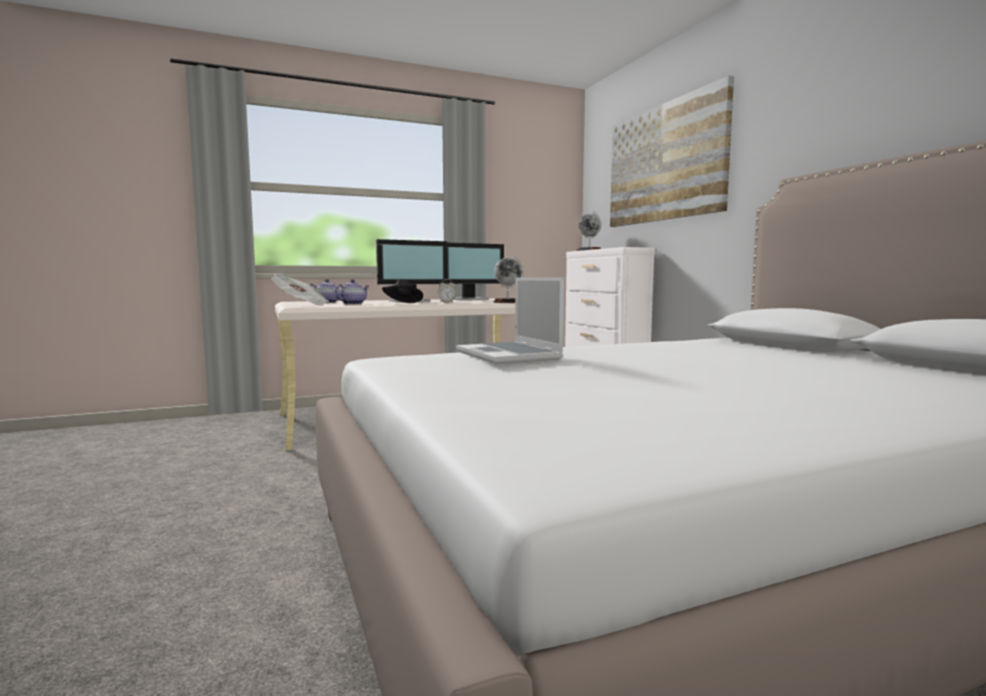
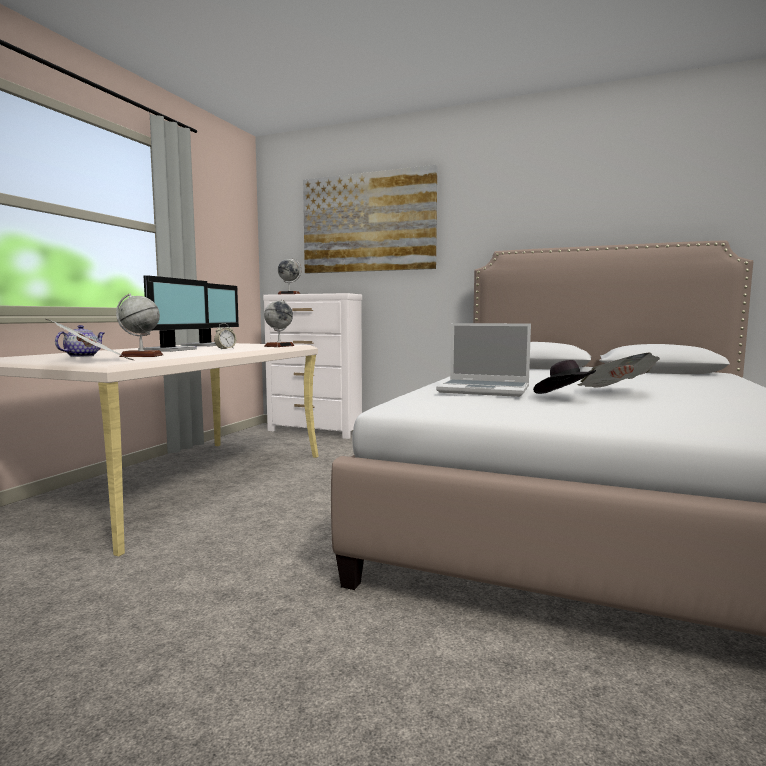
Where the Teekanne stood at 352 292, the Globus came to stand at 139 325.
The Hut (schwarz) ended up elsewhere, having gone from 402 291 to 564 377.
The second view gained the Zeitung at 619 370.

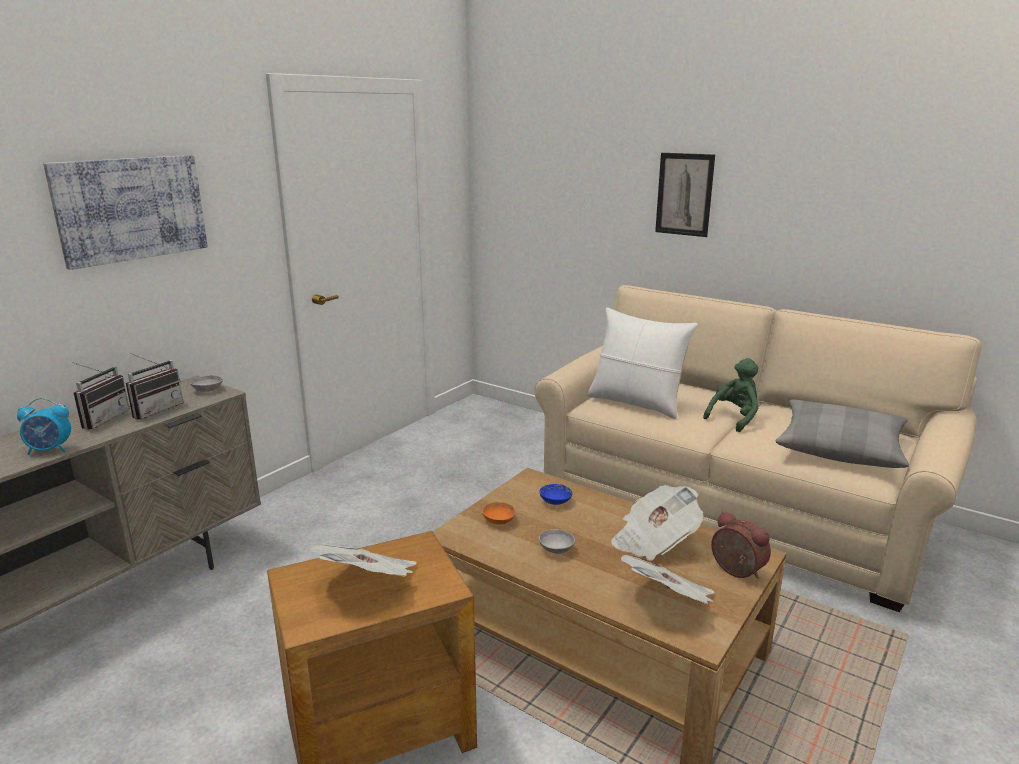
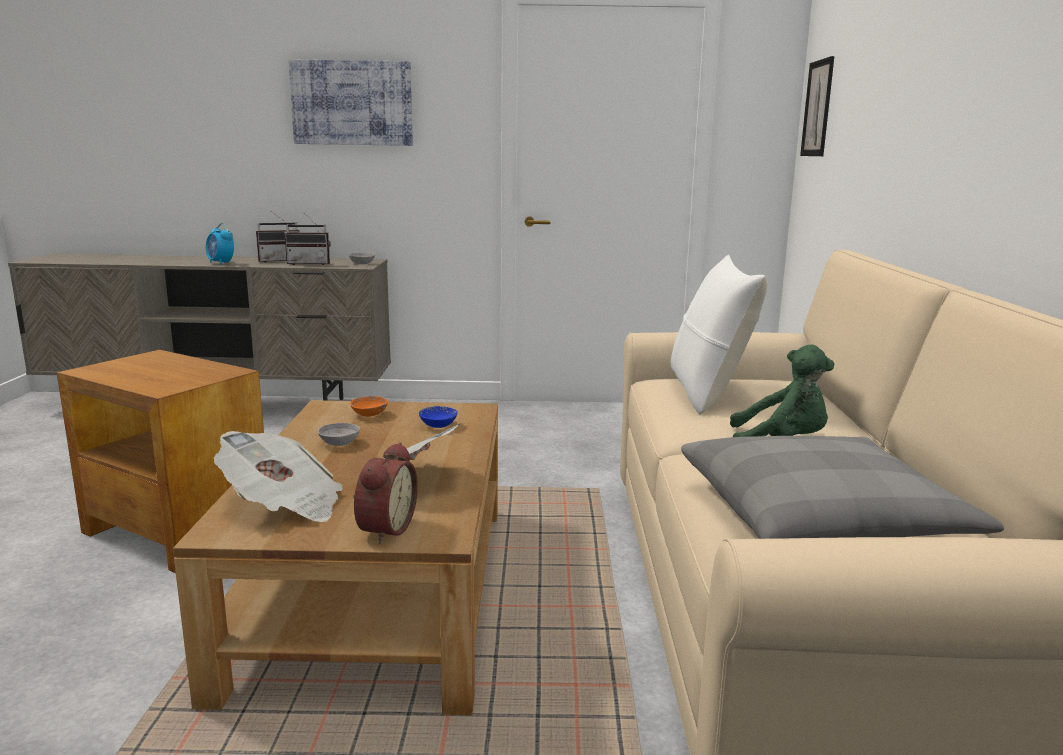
The Bild ended up elsewhere, having gone from 685 195 to 817 106.
The second view lost the Zeitung at 363 560.

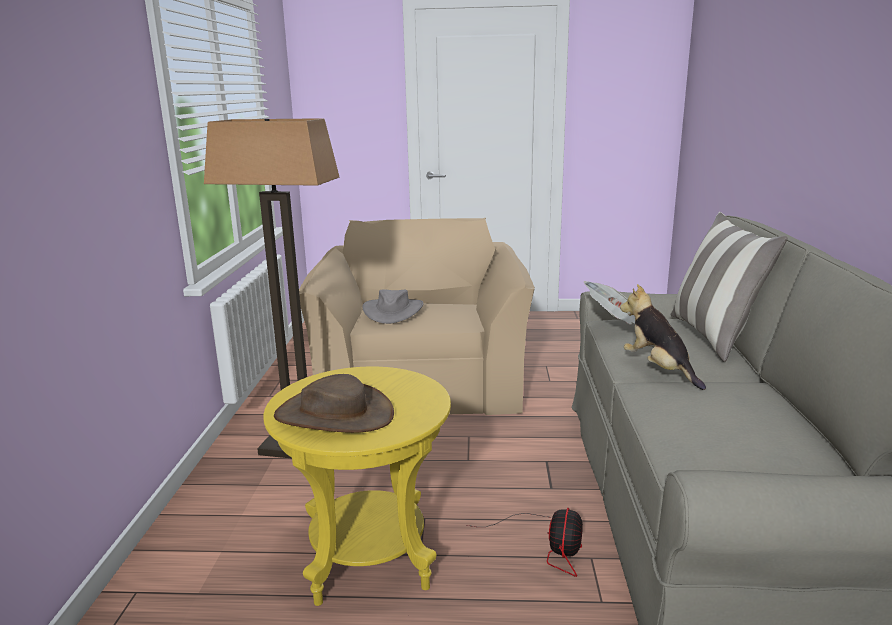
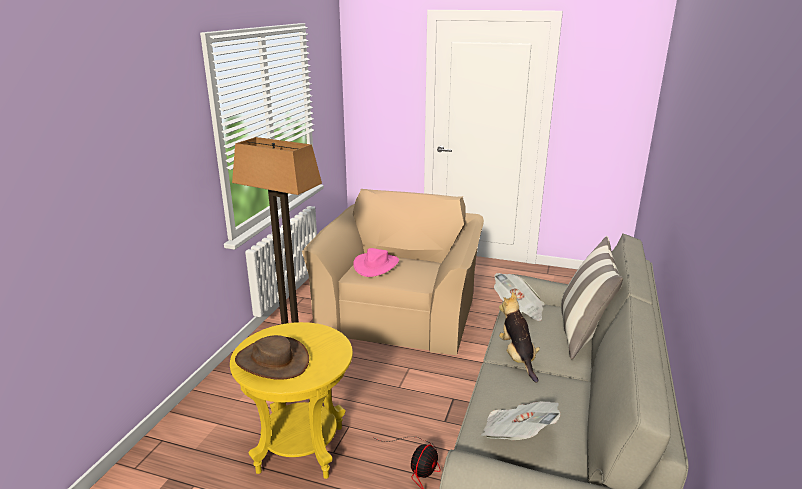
What was the Hut (grau) at 393 306 turned into the Hut (rosa) at 376 262.
The second view gained the Zeitung at 521 420.

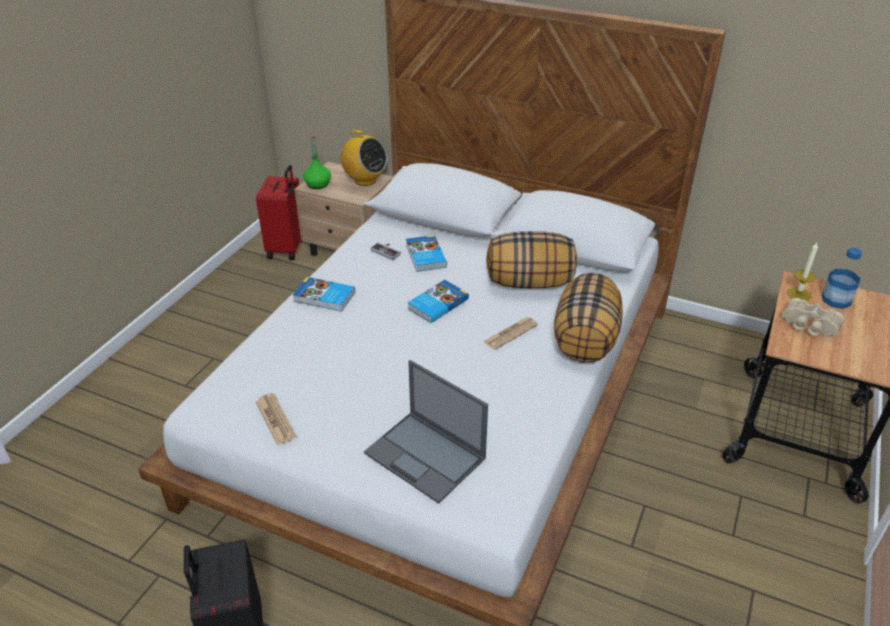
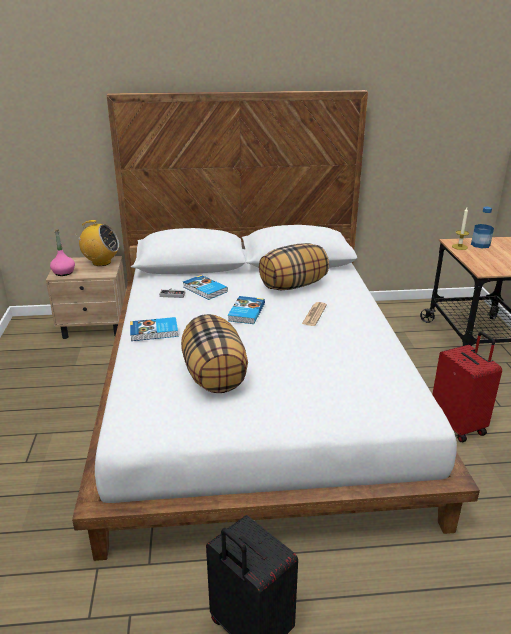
What was the Flasche (grün) at 317 162 turned into the Flasche (rosa) at 62 252.
The Kissen ended up elsewhere, having gone from 588 318 to 214 353.
The Koffer (rot) ended up elsewhere, having gone from 279 212 to 467 387.
The second view lost the Zeitung at 276 419.
The second view lost the Laptop at 426 432.
The second view lost the Fernglas (beige) at 813 317.

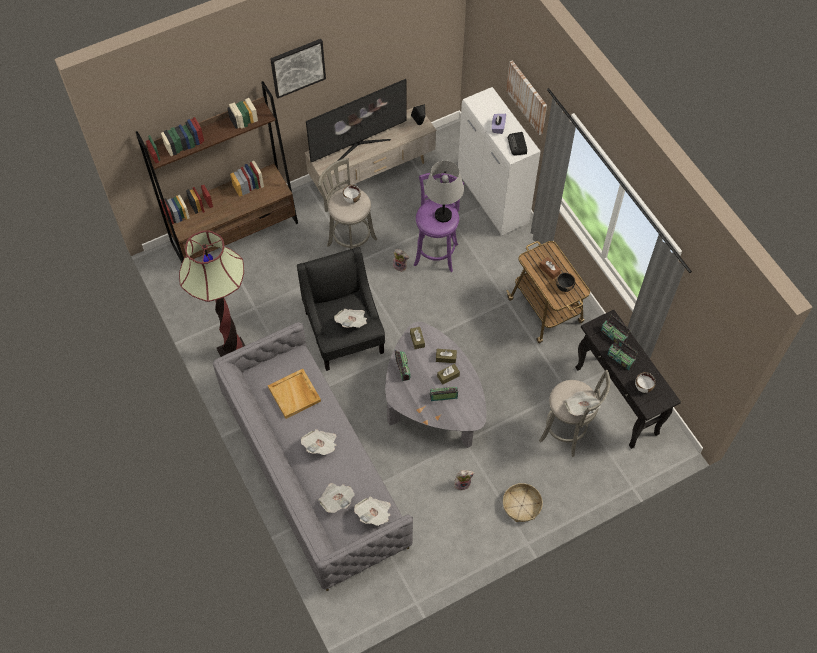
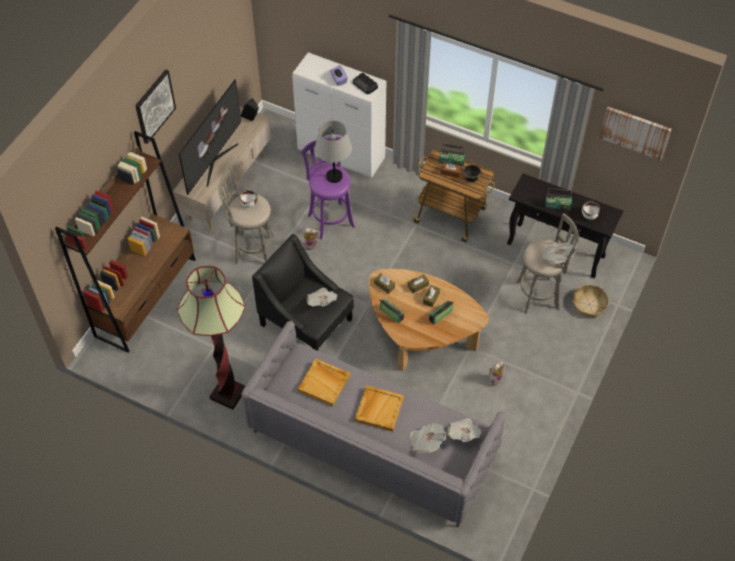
Where the Zeitung stood at 318 442, the Tablett (beige) came to stand at 379 408.
What was the Couchtisch (grau) at 435 385 turned into the Couchtisch (braun) at 429 320.
The Radio ended up elsewhere, having gone from 615 330 to 452 155.
The Korb ended up elsewhere, having gone from 523 502 to 591 301.
The Bild ended up elsewhere, having gone from 526 97 to 635 133.

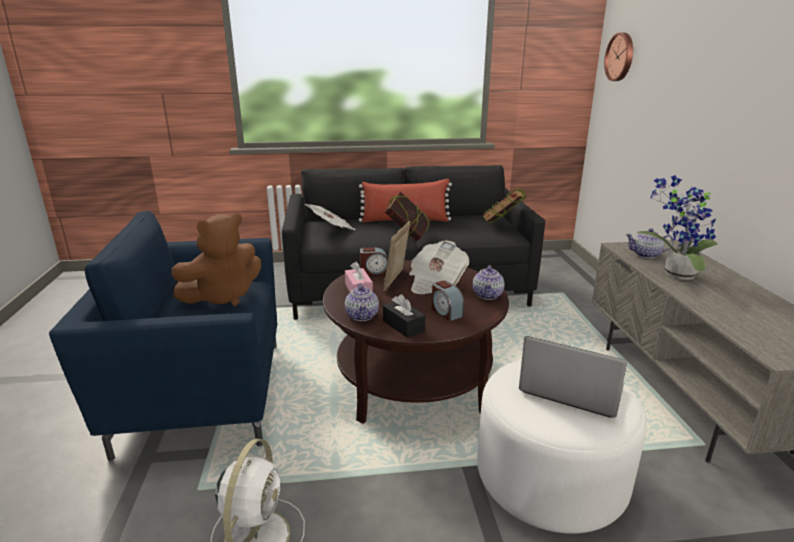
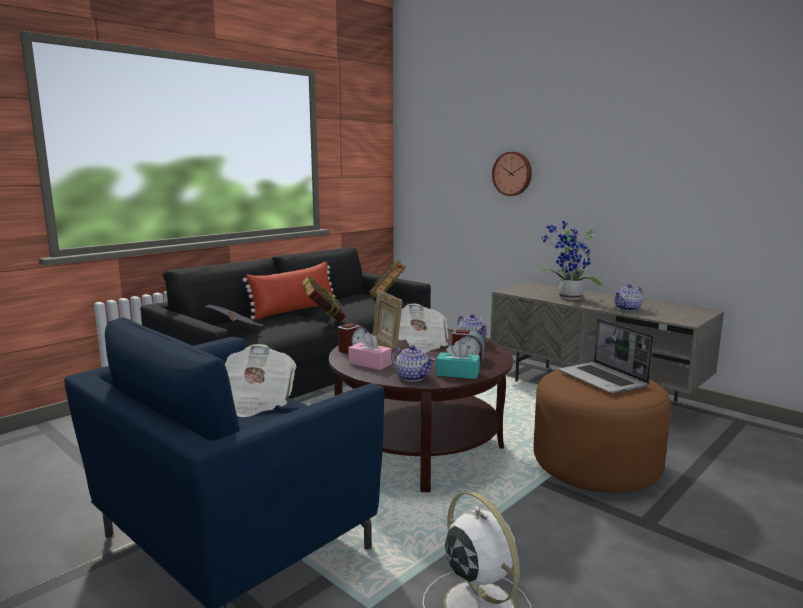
Where the Plüschtier (braun) stood at 216 259, the Zeitung came to stand at 261 380.
What was the Taschentuchbox (schwarz) at 404 316 turned into the Taschentuchbox (türkis) at 458 360.
The Wanduhr ended up elsewhere, having gone from 618 57 to 512 174.
What was the Polsterhocker (weiß) at 562 447 turned into the Polsterhocker (braun) at 602 431.
The Laptop at 573 377 ended up facing another way, 105 degrees counterclockwise from before.
The Teekanne ended up elsewhere, having gone from 649 243 to 628 297.

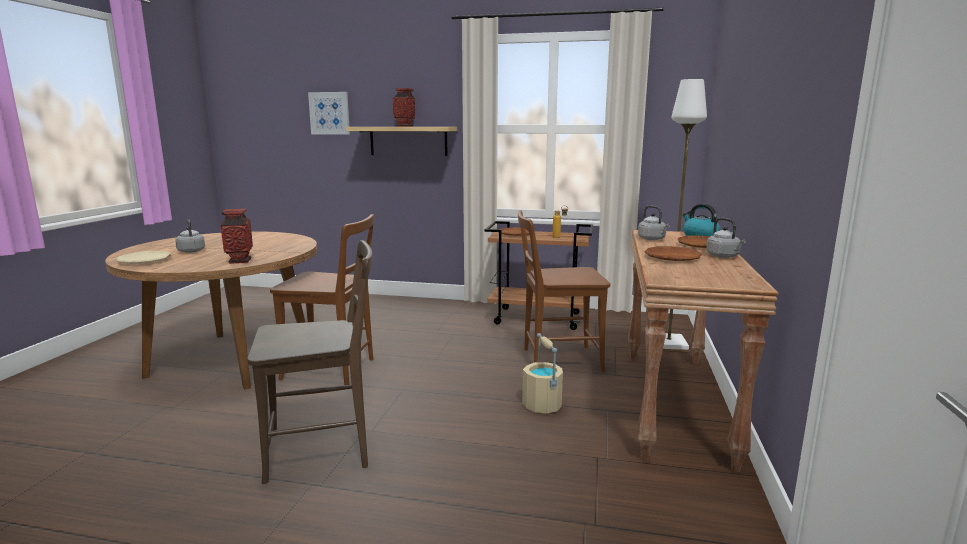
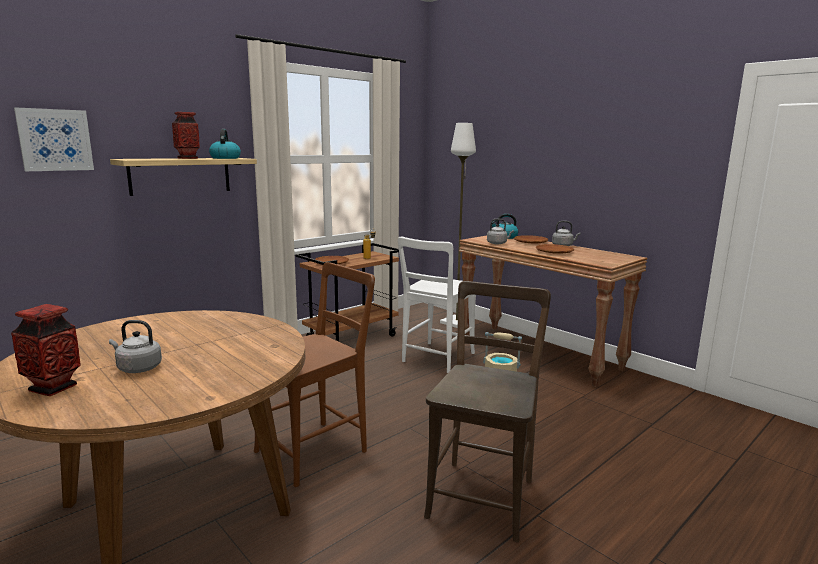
The Vase ended up elsewhere, having gone from 237 236 to 46 350.
The second view gained the Wasserkessel at 225 144.
What was the Stuhl (braun) at 564 291 turned into the Stuhl (weiß) at 437 305.
The second view lost the Teller (beige) at 144 257.

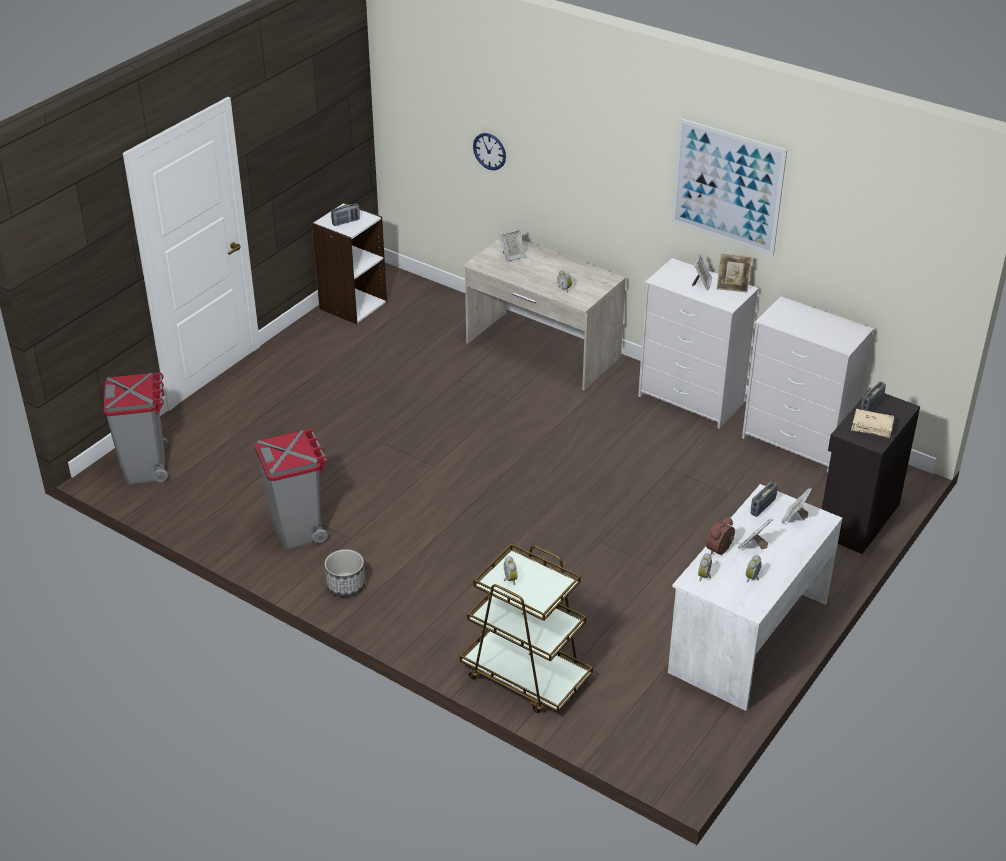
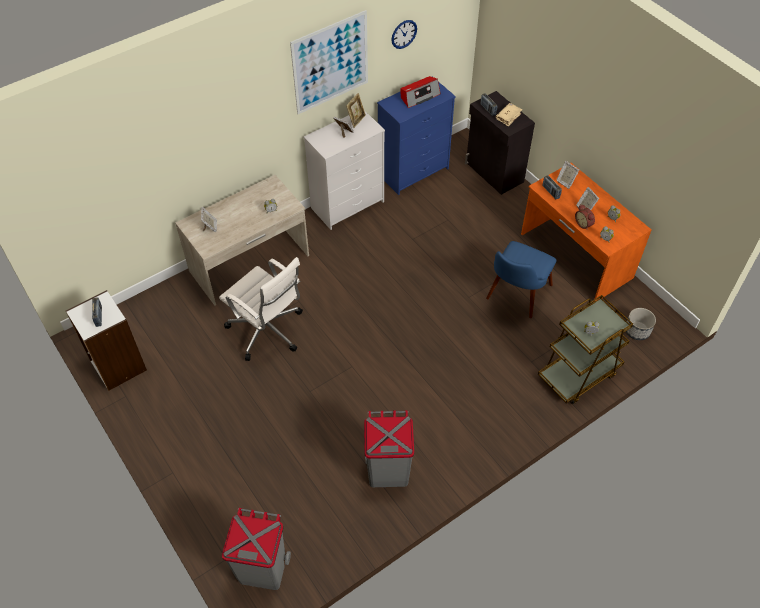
The second view gained the Bürostuhl (weiß) at 261 309.
What was the Kommode (weiß) at 808 384 turned into the Kommode (blau) at 416 135.
The Wanduhr ended up elsewhere, having gone from 489 151 to 404 34.
The second view gained the Radio at 421 92.
The second view gained the Stuhl (blau) at 521 279.
What was the Schreibtisch (weiß) at 755 597 turned into the Schreibtisch (orange) at 586 232.
The Pflanzkübel ended up elsewhere, having gone from 345 573 to 641 324.

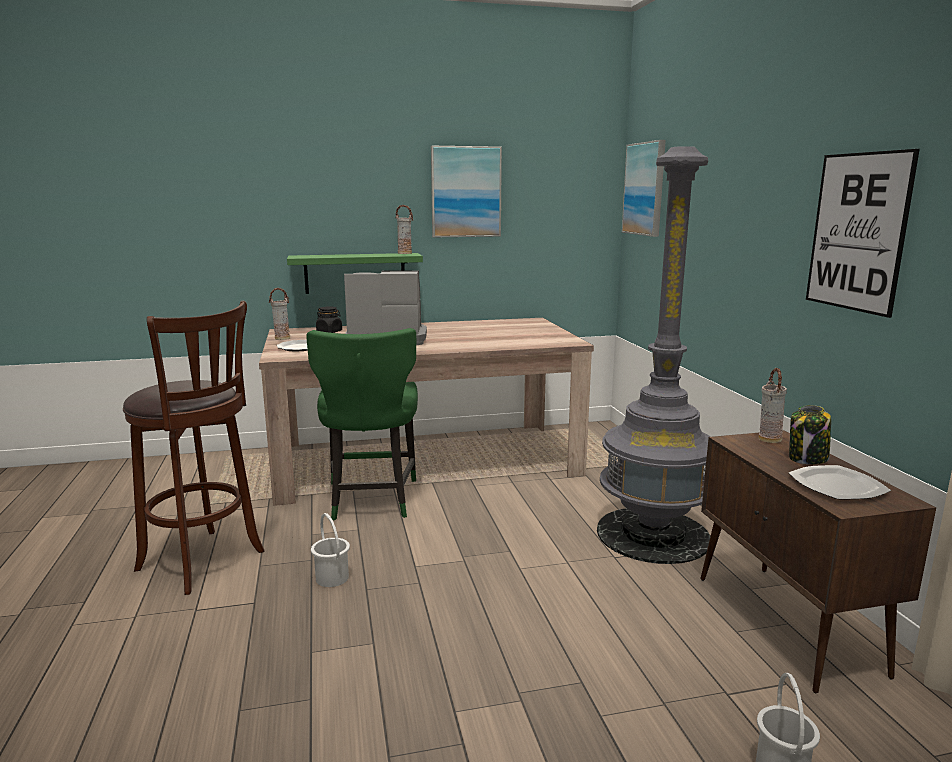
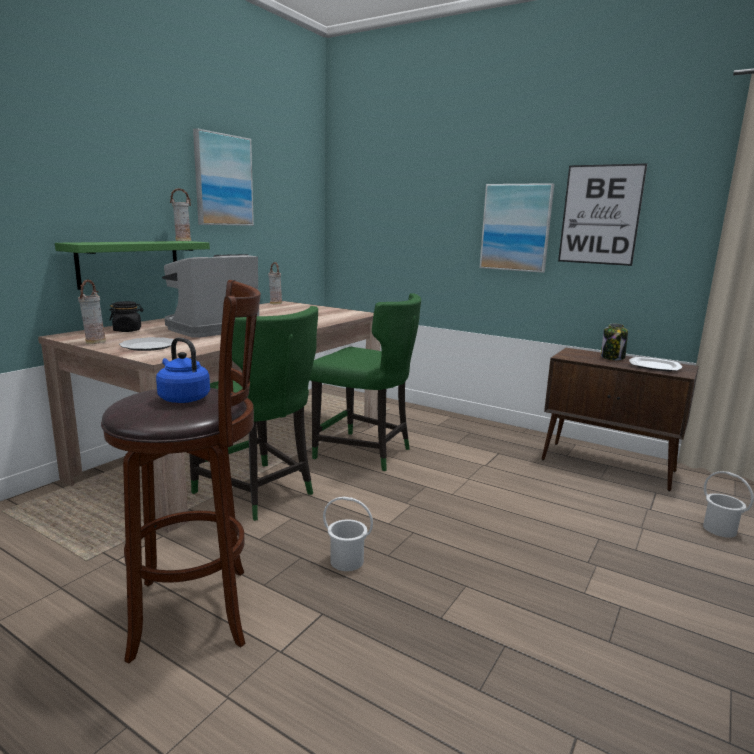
The second view gained the Wasserkessel (blau) at 183 370.
The Vase ended up elsewhere, having gone from 773 405 to 275 283.
The second view gained the Stuhl (grün) at 365 382.
The Bild ended up elsewhere, having gone from 644 188 to 516 228.
The second view lost the Stehlampe (grau) at 653 355.

